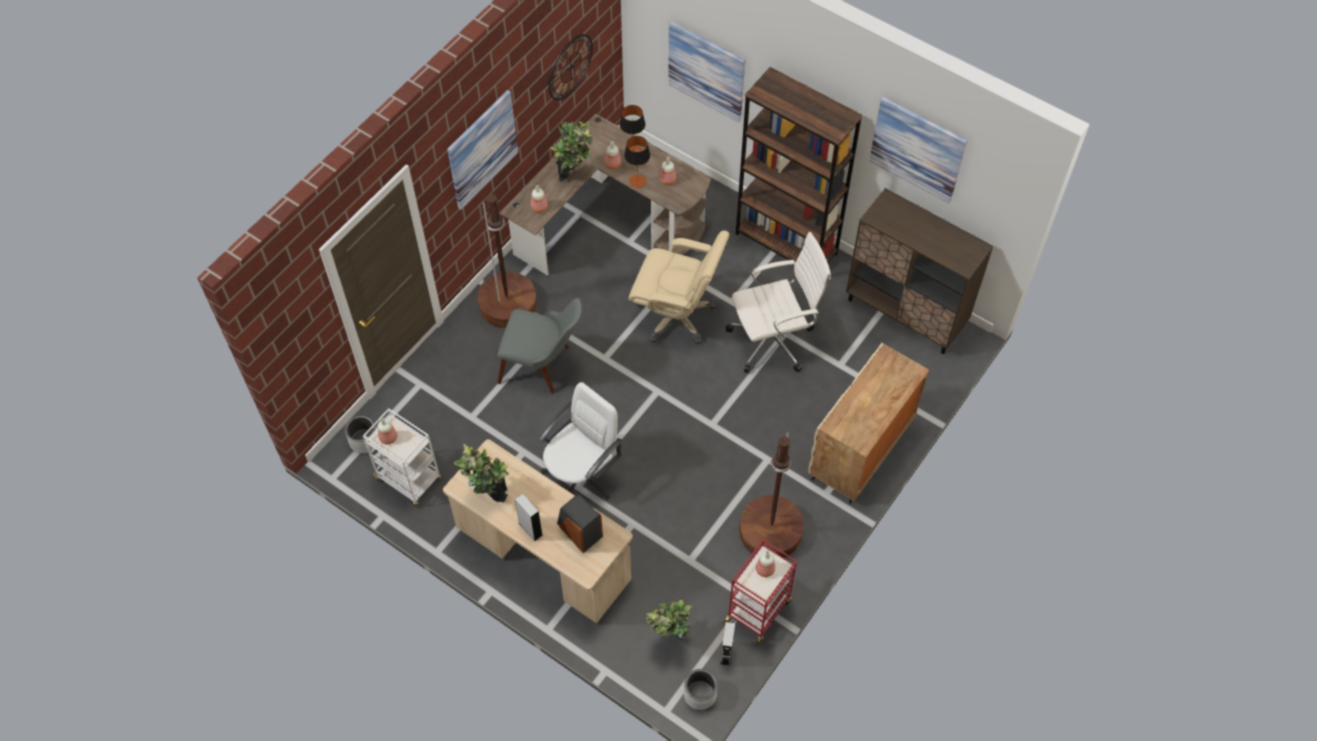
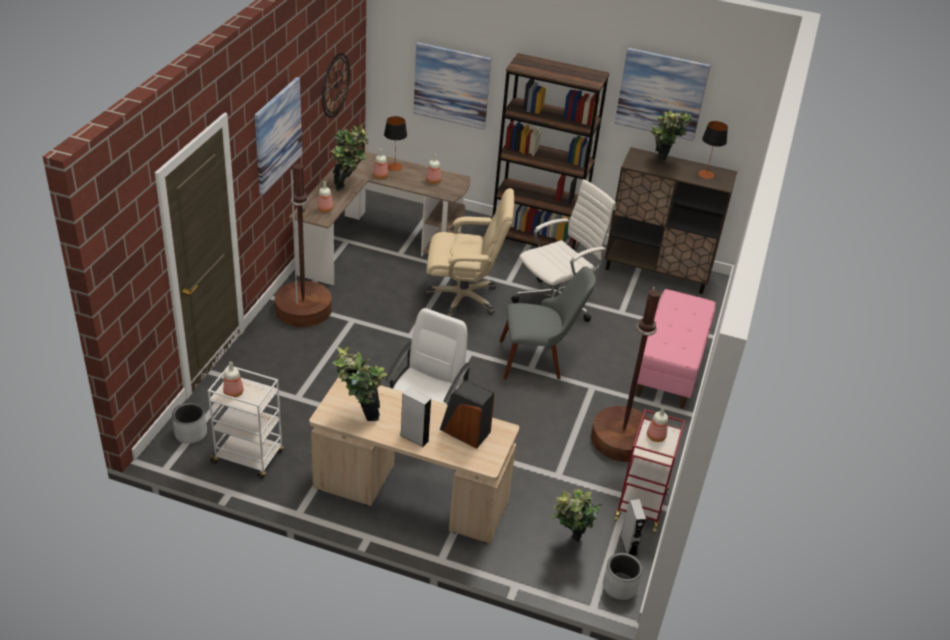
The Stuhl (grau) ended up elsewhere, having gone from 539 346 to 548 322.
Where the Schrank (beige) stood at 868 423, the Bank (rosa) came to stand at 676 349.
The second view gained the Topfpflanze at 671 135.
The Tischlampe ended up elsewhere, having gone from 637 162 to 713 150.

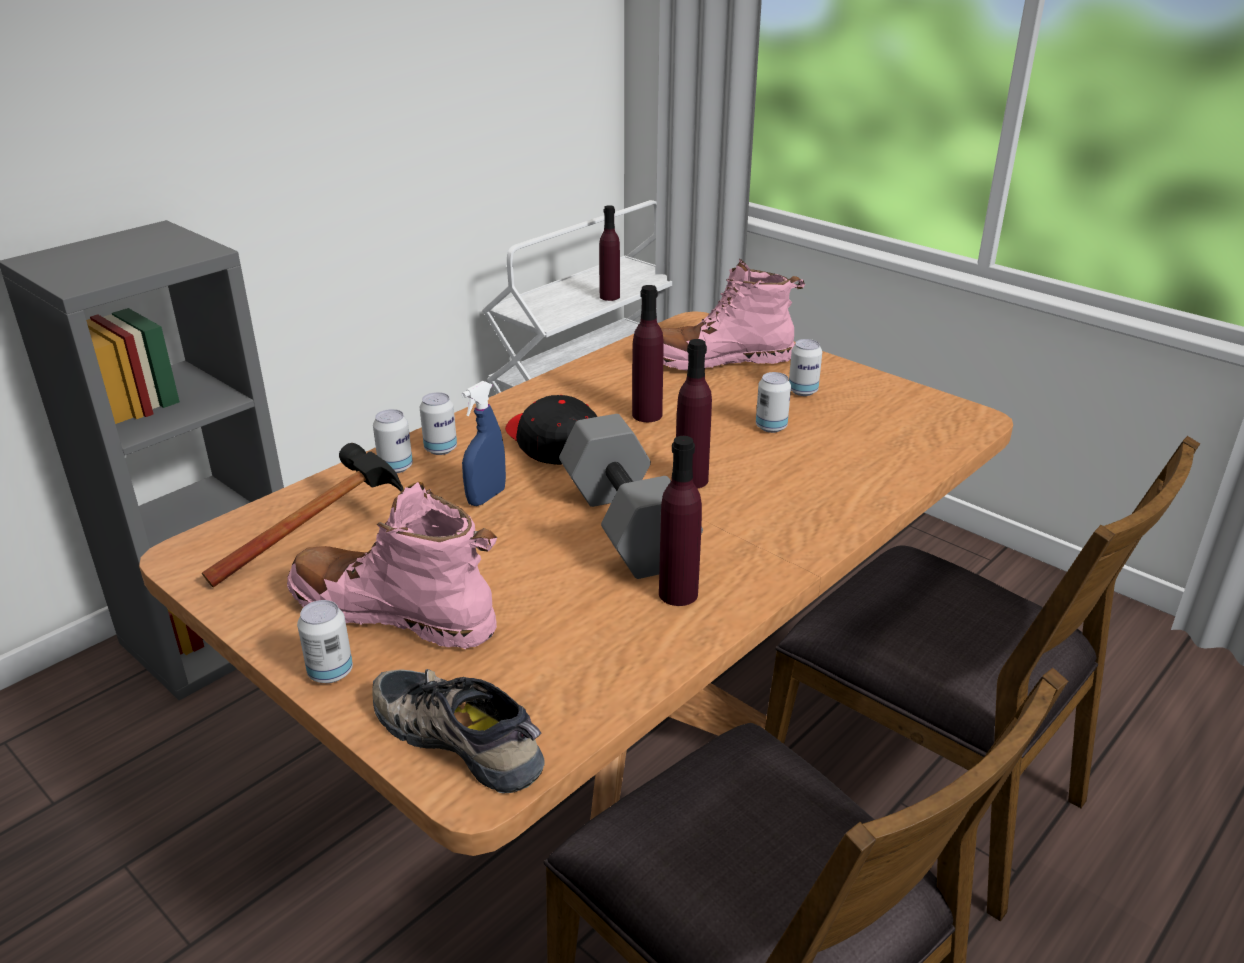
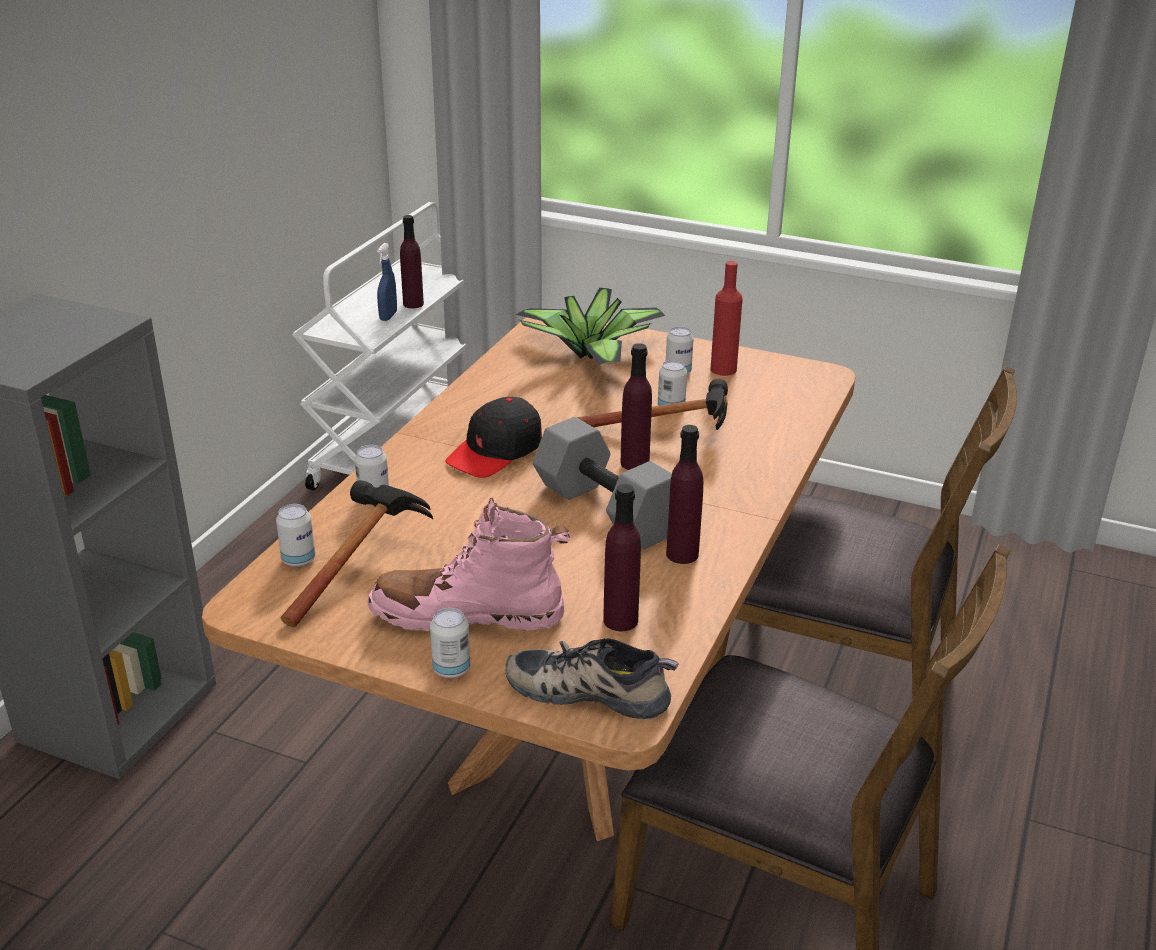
The Dose ended up elsewhere, having gone from 438 423 to 295 535.
The Sprühflasche (blau) ended up elsewhere, having gone from 483 443 to 387 282.
The Kappe (schwarz) at 551 430 ended up facing another way, 90 degrees counterclockwise from before.
Where the Stiefel (rosa) stood at 733 315, the Topfpflanze came to stand at 590 326.
The second view gained the Hammer at 652 404.
The Flasche (lila) ended up elsewhere, having gone from 648 353 to 622 557.
The second view gained the Flasche (rot) at 727 318.

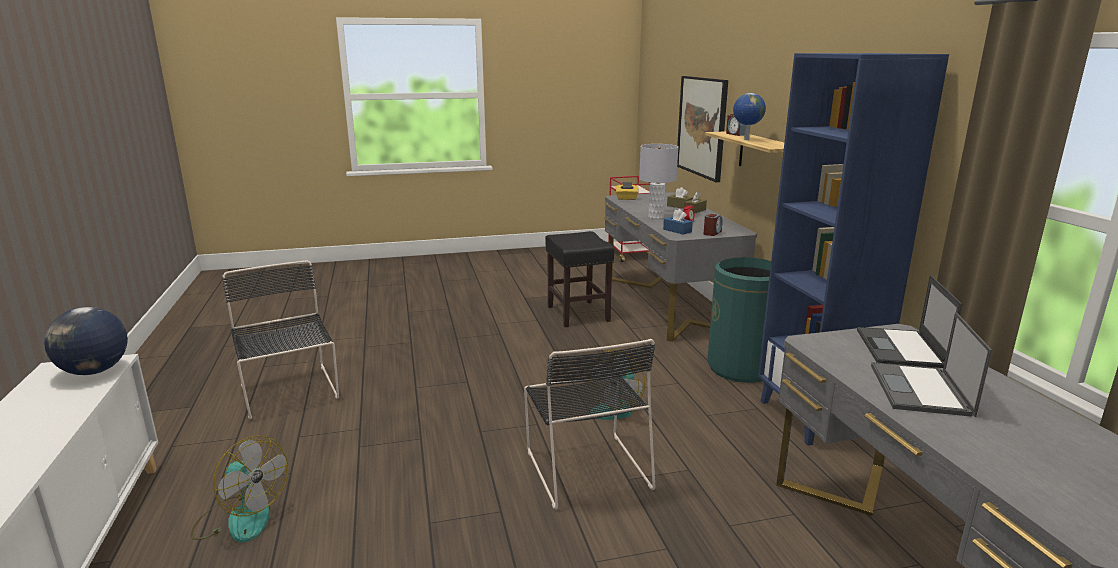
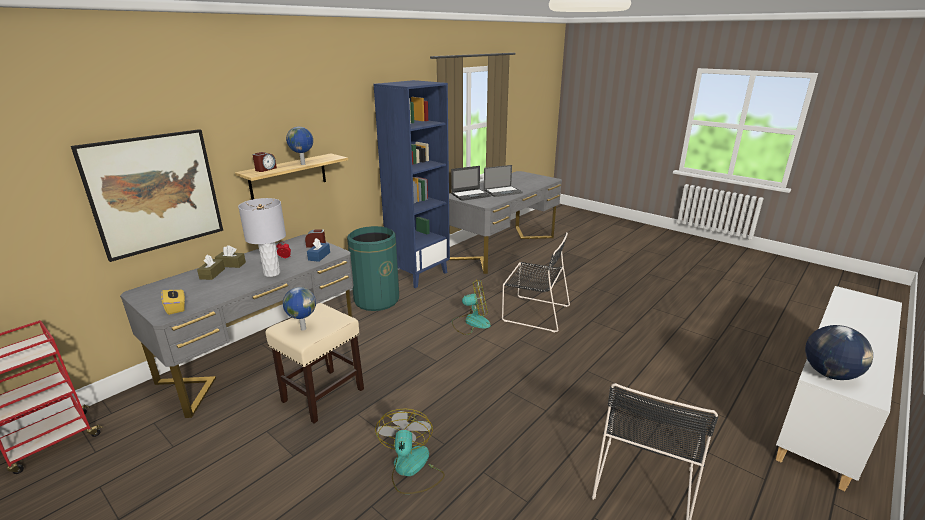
What was the Hocker (schwarz) at 579 279 turned into the Hocker (beige) at 314 363.
The second view gained the Globus at 299 309.
The Ventilator ended up elsewhere, having gone from 239 488 to 410 451.
The Stuhl (schwarz) at 589 424 ended up facing another way, 75 degrees clockwise from before.

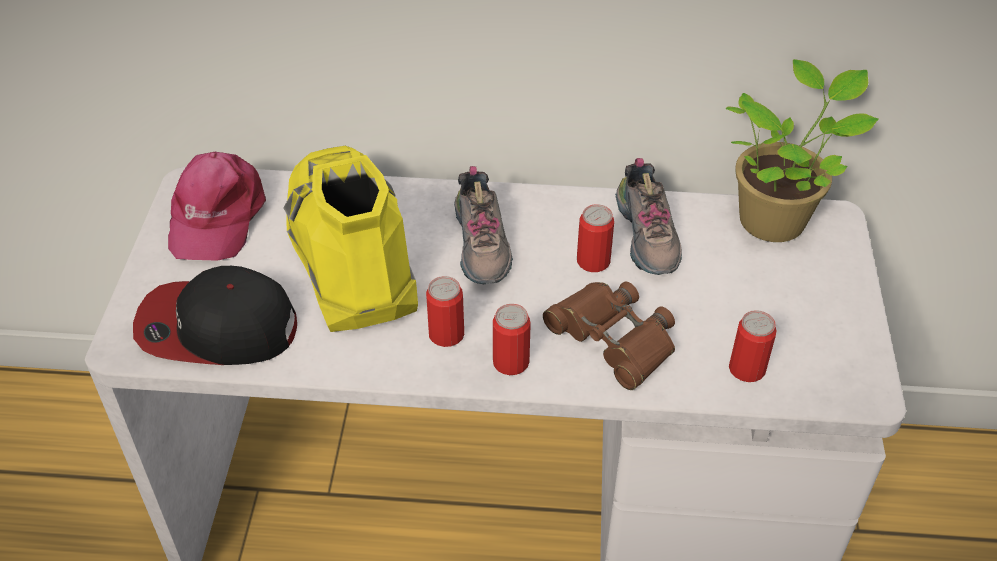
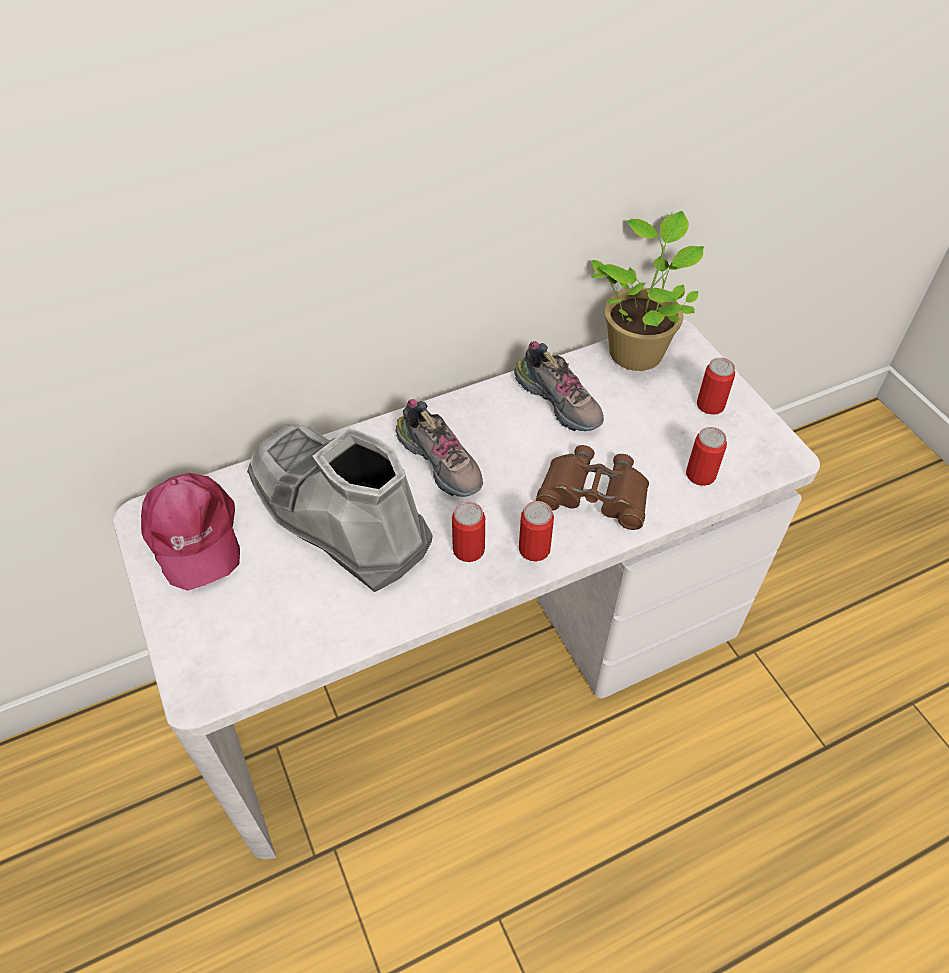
What was the Stiefel (gelb) at 350 239 turned into the Stiefel (grau) at 340 508.
The Dose ended up elsewhere, having gone from 595 238 to 716 386.
The second view lost the Kappe at 215 315.

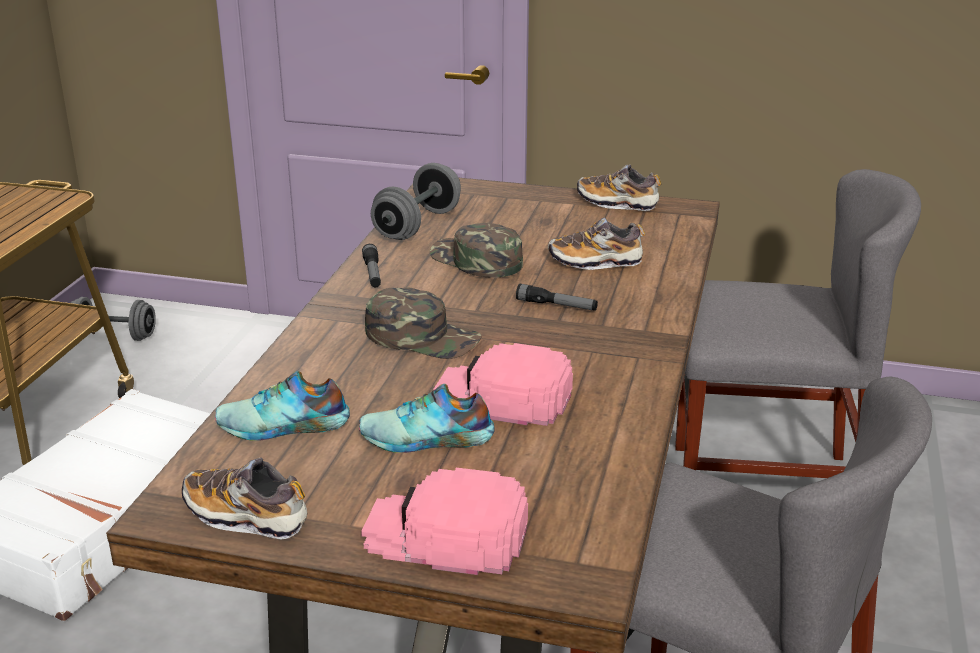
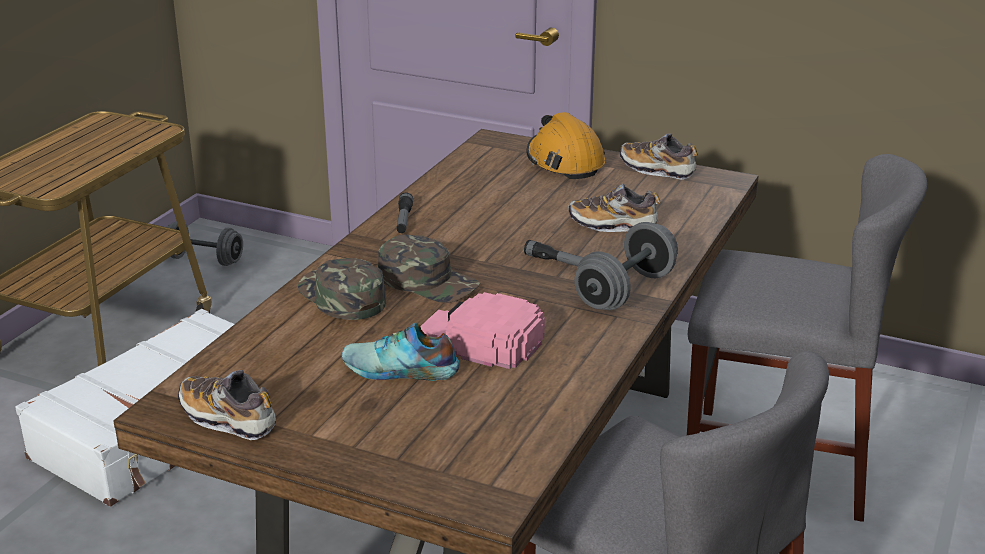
The Kappe (grün) ended up elsewhere, having gone from 476 250 to 342 289.
The second view gained the Schutzhelm (orange) at 565 145.
The Hantel (grau) ended up elsewhere, having gone from 416 201 to 626 266.
The second view lost the Schuh at 282 405.
The second view lost the Kappe (rosa) at 444 521.

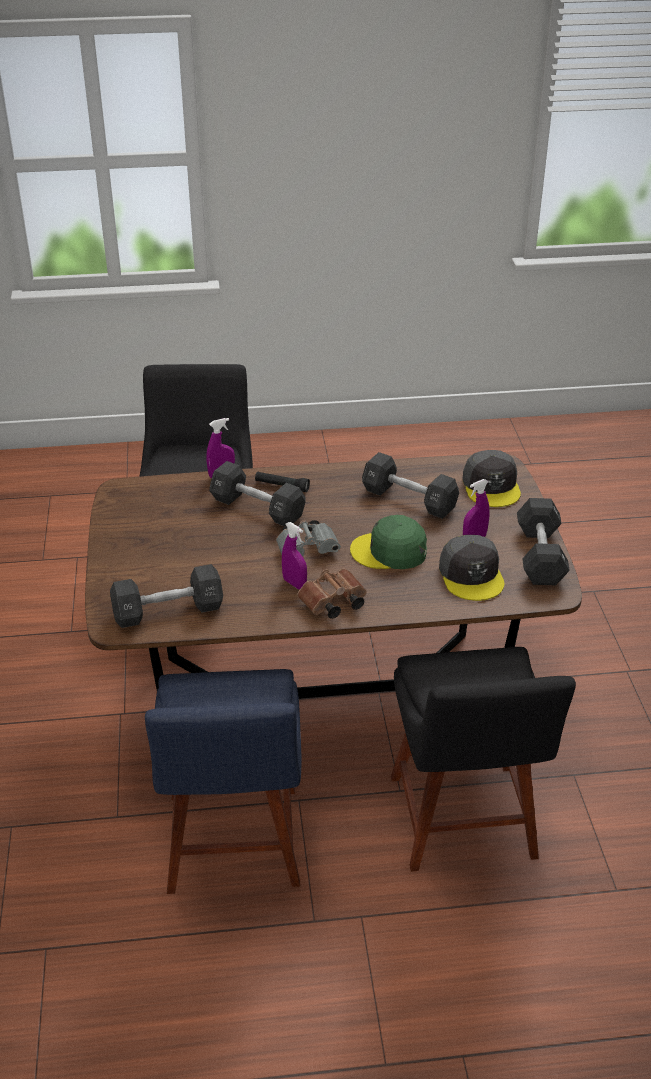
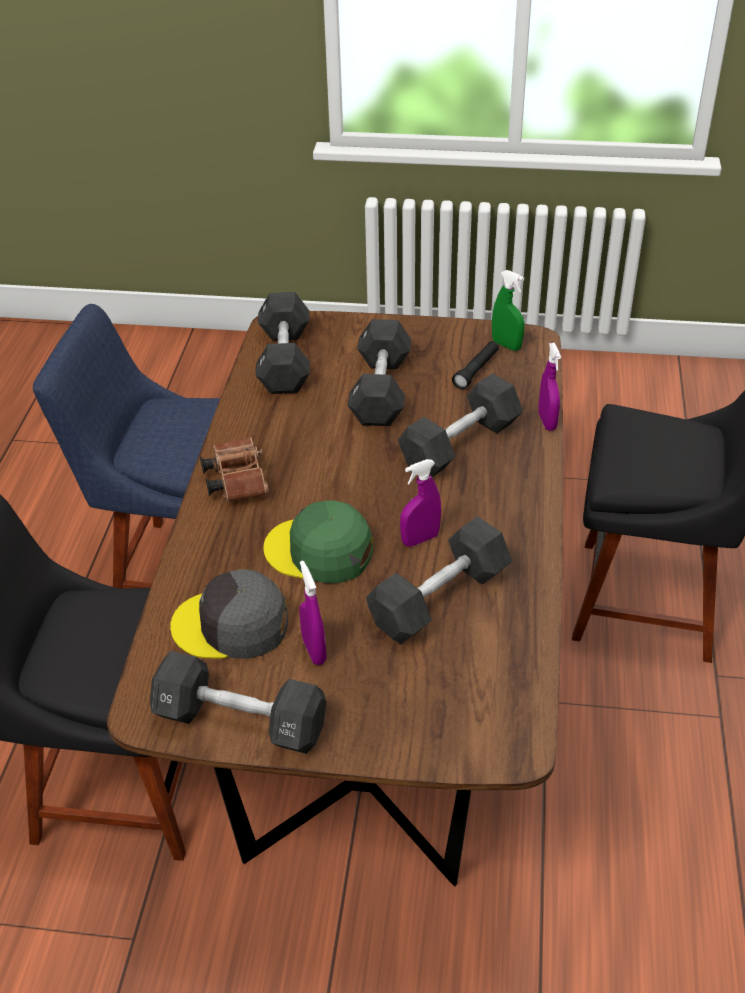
The Kappe (grün) at 388 542 ended up facing another way, 90 degrees counterclockwise from before.
The second view gained the Hantel (schwarz) at 379 372.
The Sprühflasche (lila) ended up elsewhere, having gone from 294 555 to 420 503.
The Taschenlampe (schwarz) ended up elsewhere, having gone from 282 482 to 475 365.
The second view gained the Sprühflasche (grün) at 508 310.
The second view lost the Fernglas (grau) at 308 538.
The second view lost the Kappe (grau) at 491 478.

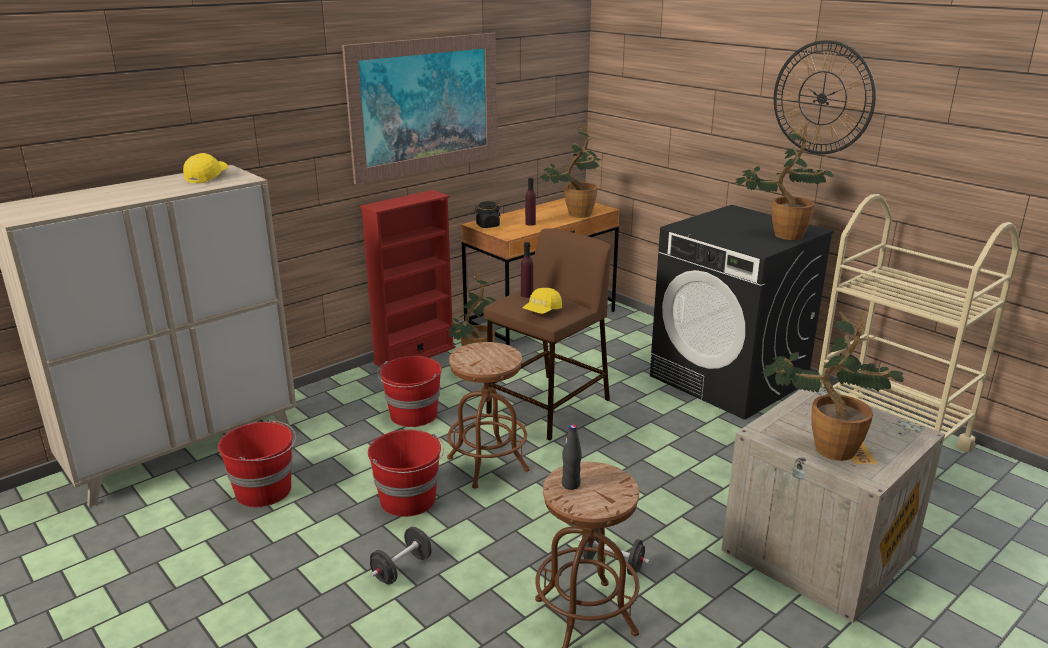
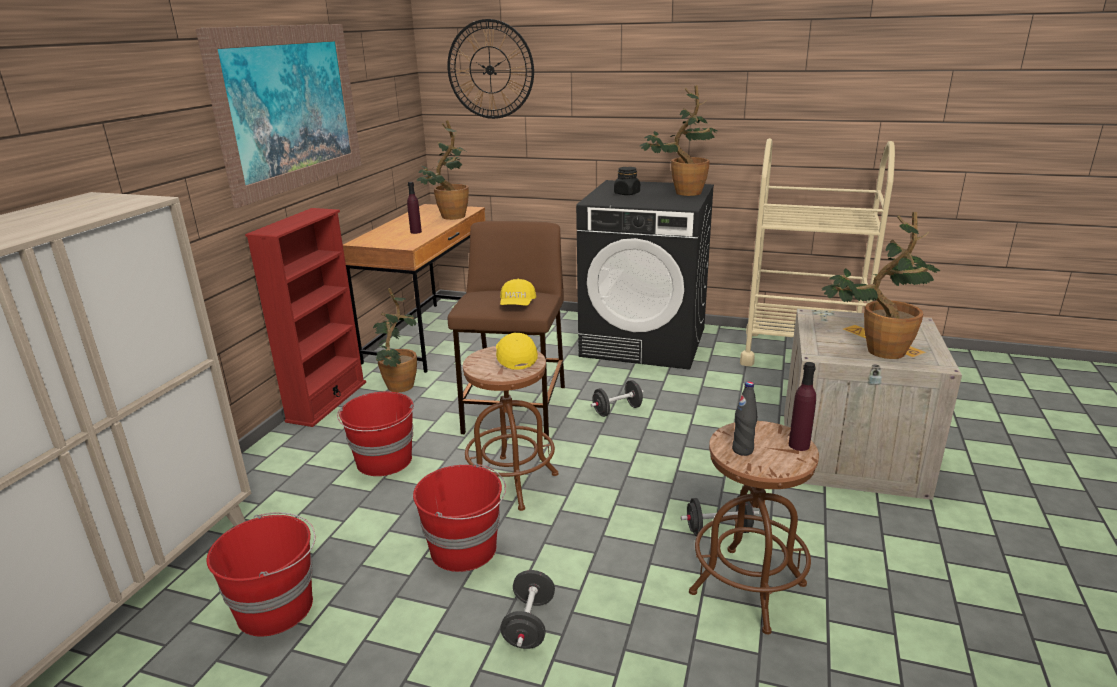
The Wanduhr ended up elsewhere, having gone from 825 97 to 490 69.
The Kappe (gelb) ended up elsewhere, having gone from 205 168 to 517 351.
The second view gained the Hantel (schwarz) at 617 398.
The Vorratsglas (schwarz) ended up elsewhere, having gone from 487 214 to 627 181.
The Flasche (lila) ended up elsewhere, having gone from 527 270 to 802 406.

